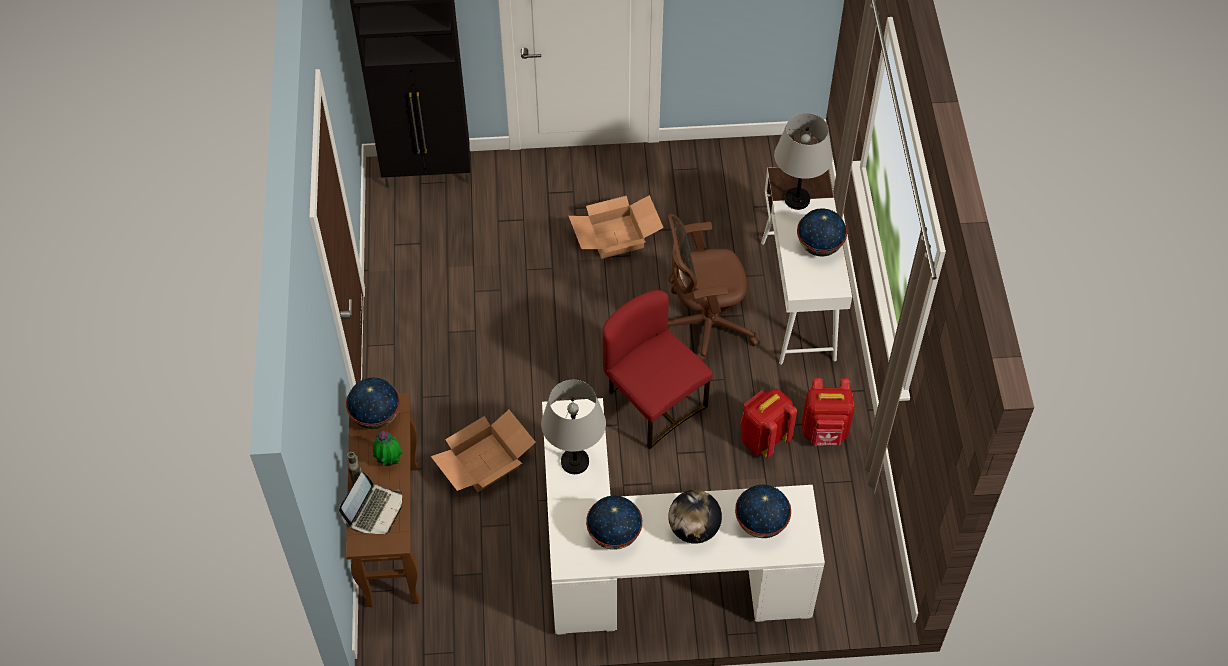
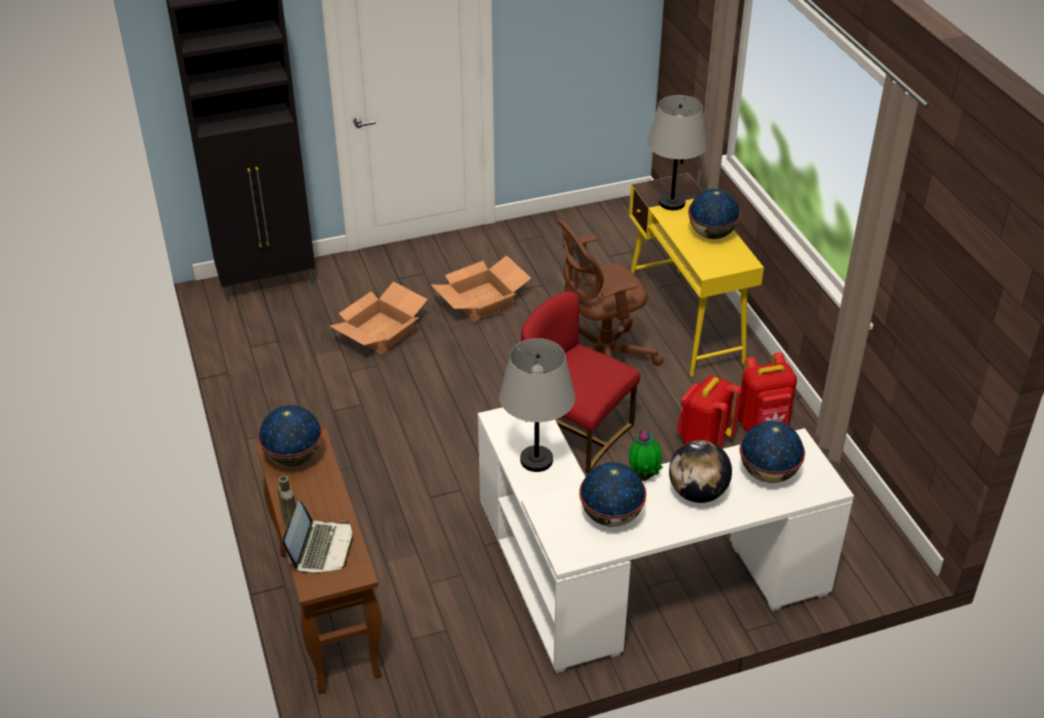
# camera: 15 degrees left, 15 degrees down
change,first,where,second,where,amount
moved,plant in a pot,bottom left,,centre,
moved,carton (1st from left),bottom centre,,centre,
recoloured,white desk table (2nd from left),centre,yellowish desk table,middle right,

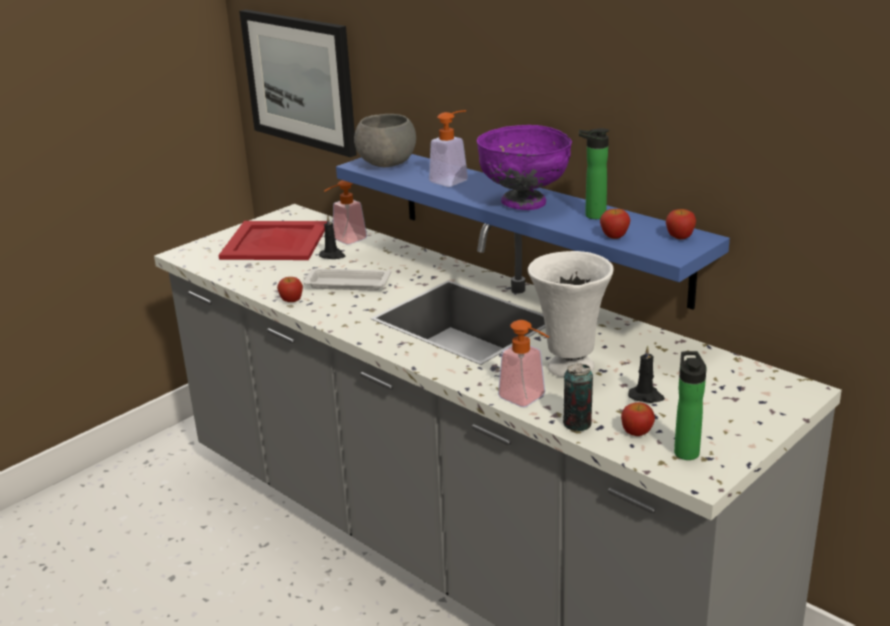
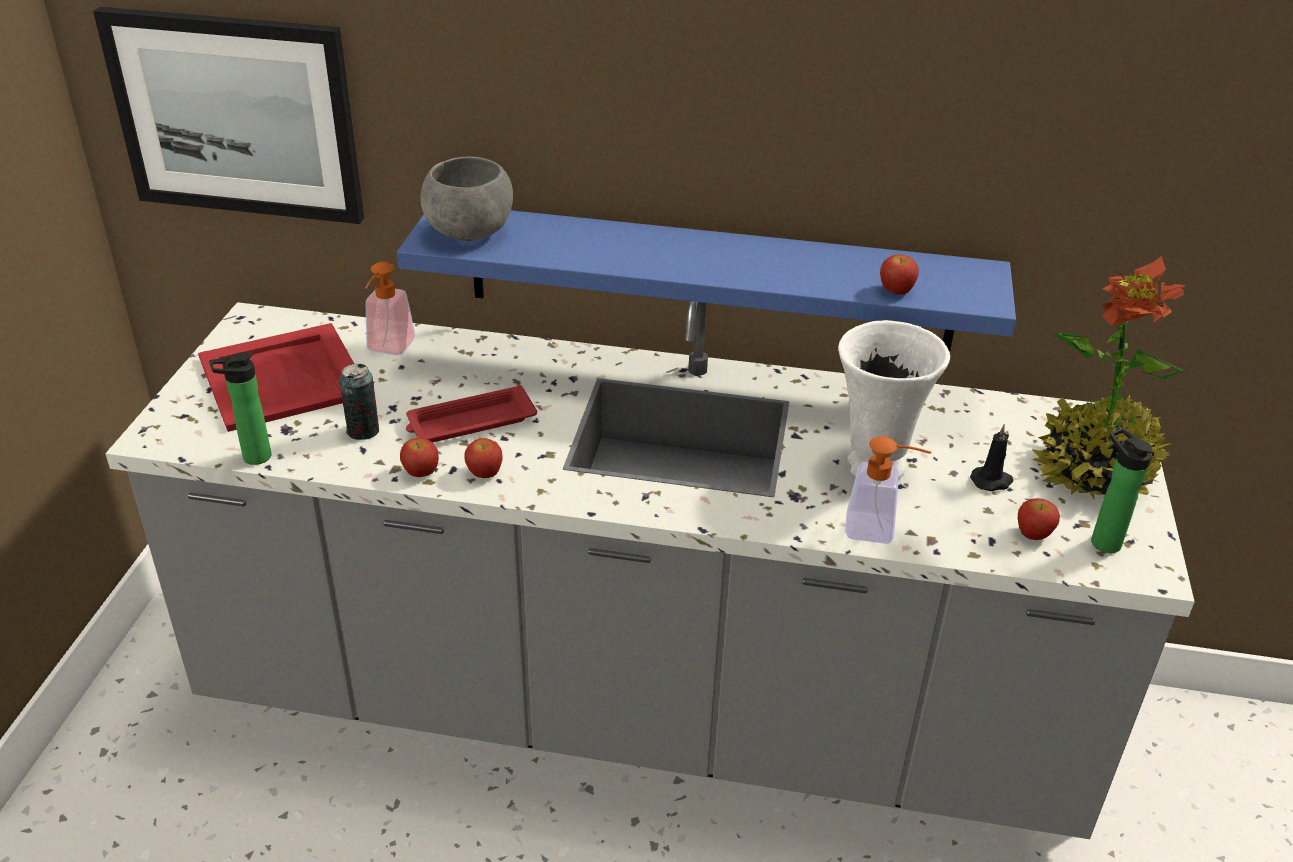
# camera: 35 degrees left, 10 degrees up
change,first,where,second,where,amount
removed,black-coloured wax candle (1st from left),centre,,,
removed,liquid soap bottle (2nd from left),top centre,,,
removed,purplish deep dish,top centre,,,
added,,,plant in a pot,middle right,
moved,sealed can,centre,,middle left,
moved,beverage bottle (1st from left),top right,,middle left,
moved,whole apple (4th from left in the first image),middle right,whole apple (2nd from left),centre,
recoloured,white serving tray,centre,red serving tray (2nd from left),centre,

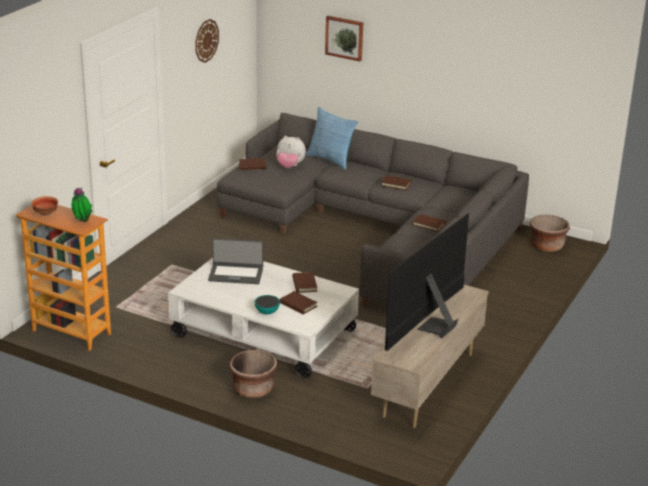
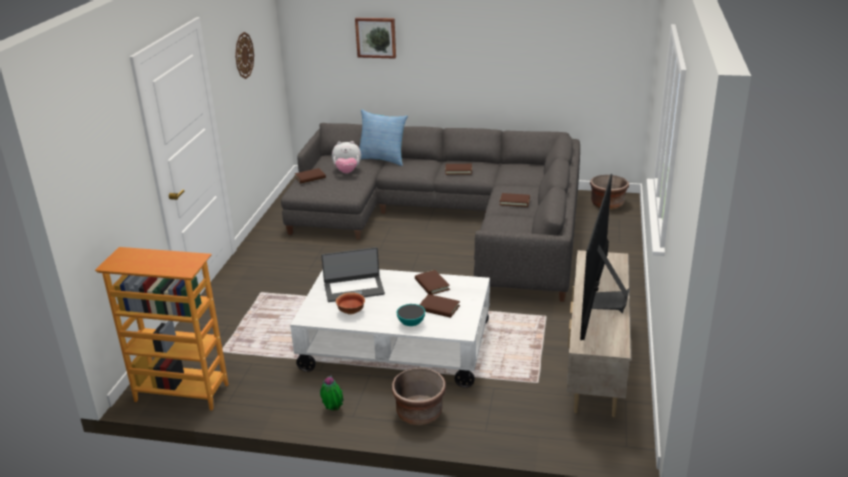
# camera: 15 degrees left, 0 degrees up
change,first,where,second,where,amount
moved,deep dish (1st from left),middle left,,centre,
moved,plant in a pot,middle left,,bottom centre,

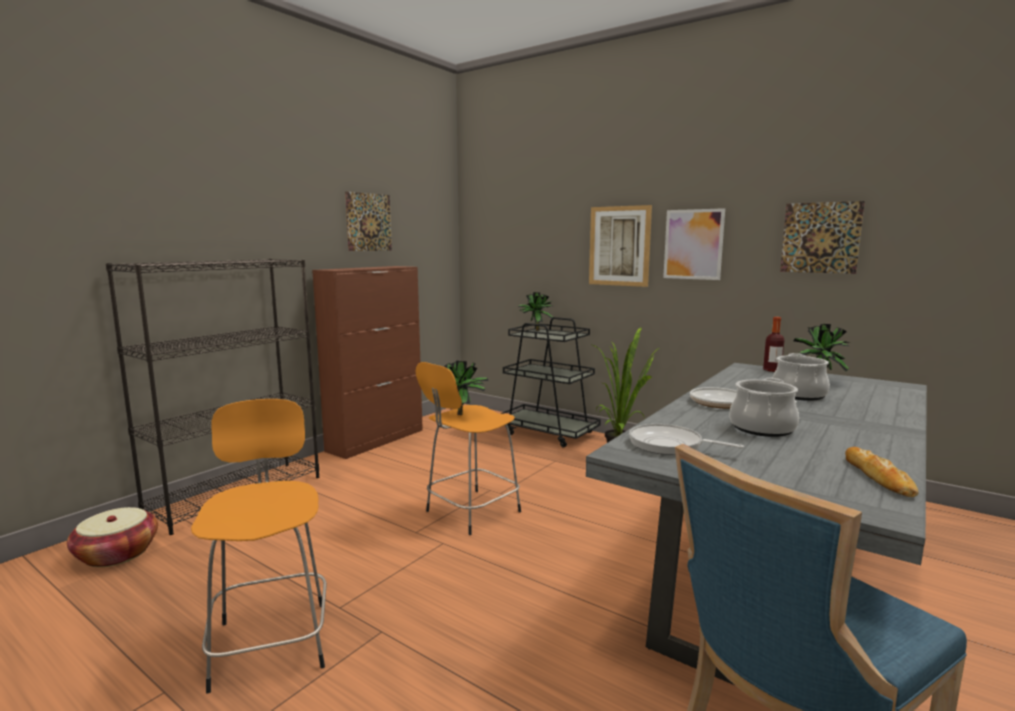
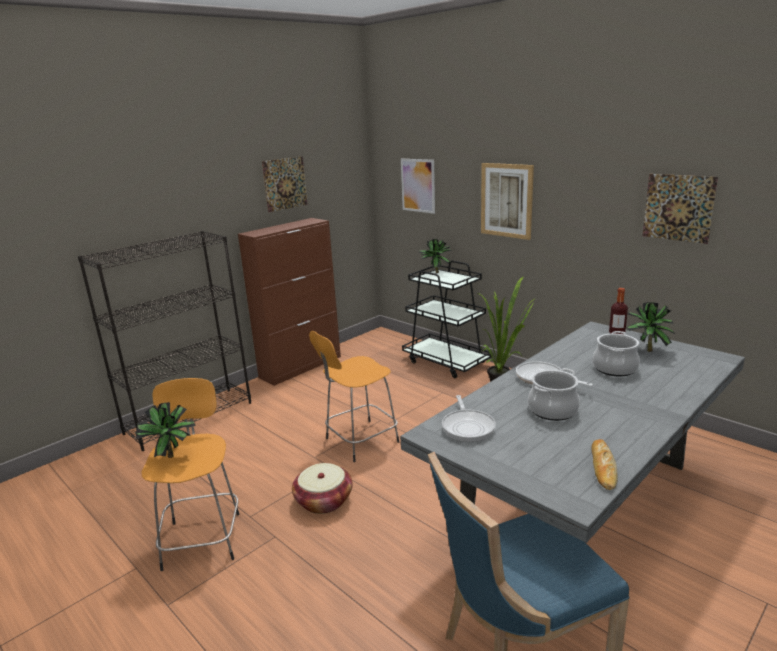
# camera: 10 degrees right, 10 degrees up
change,first,where,second,where,amount
moved,household basket,bottom left,,bottom centre,
moved,plant in a pot (1st from left),centre,,middle left,
moved,picture (3rd from left in the first image),middle right,picture (2nd from left),top centre,
turned,frying pan (1st from left),middle right,,centre,135 degrees counterclockwise

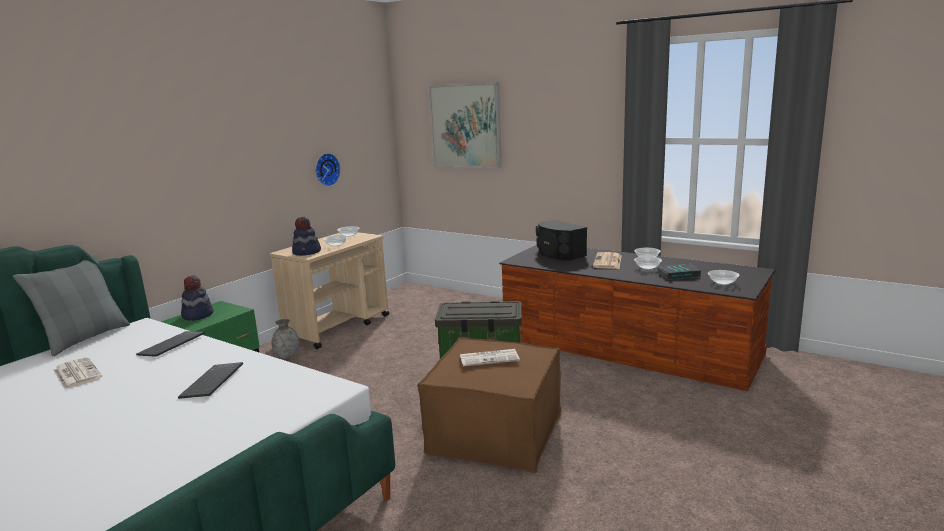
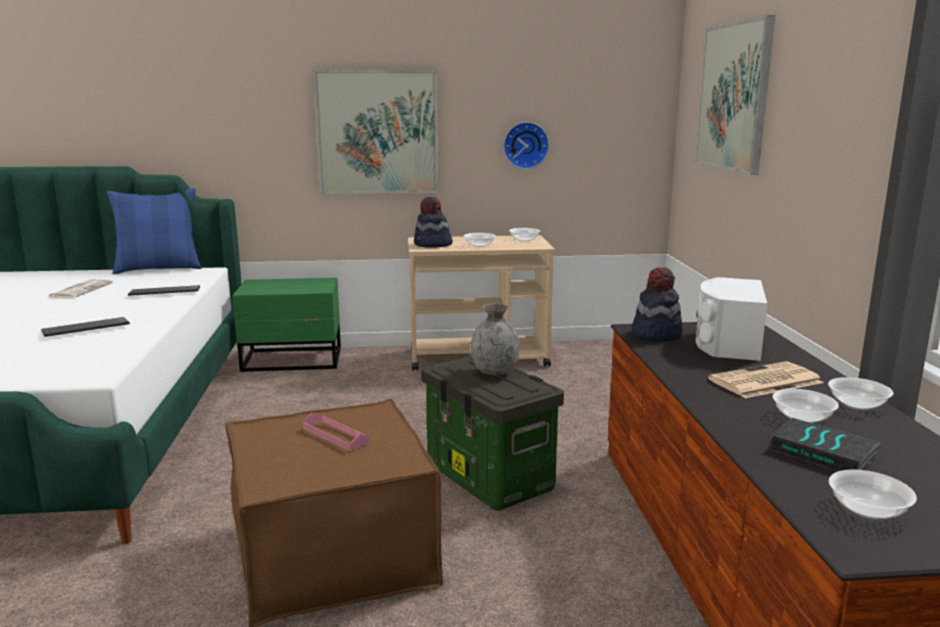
# camera: 50 degrees right, 0 degrees up
change,first,where,second,where,amount
added,,,picture (1st from left),top centre,
moved,wearable hat (1st from left in the first image),middle left,wearable hat (2nd from left),middle right,
moved,greyish flower vase,middle left,,centre,
replaced,newspaper (2nd from left),bottom centre,pink-coloured serving tray,bottom centre,
recoloured,greyish pillow,middle left,blue-coloured pillow,middle left,
recoloured,black-coloured loudspeaker,centre,white loudspeaker,middle right,

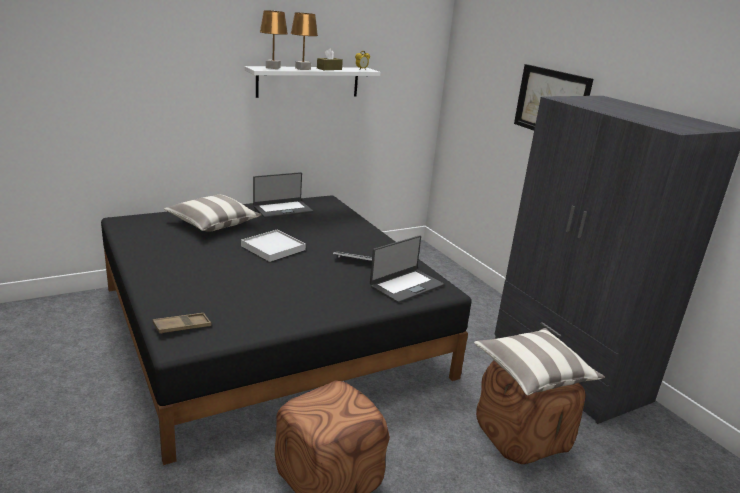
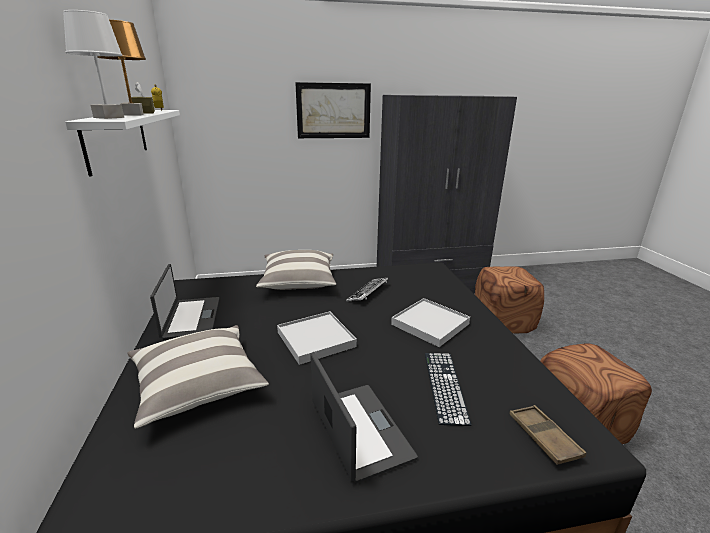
# camera: 70 degrees left, 0 degrees up
change,first,where,second,where,amount
added,,,white serving tray (2nd from left),centre,
added,,,PC keyboard (2nd from left),bottom centre,
moved,notebook computer (2nd from left),centre,,bottom centre,
moved,pillow (2nd from left),bottom right,,centre,
recoloured,brownish table lamp (1st from left),top centre,white table lamp,top left,

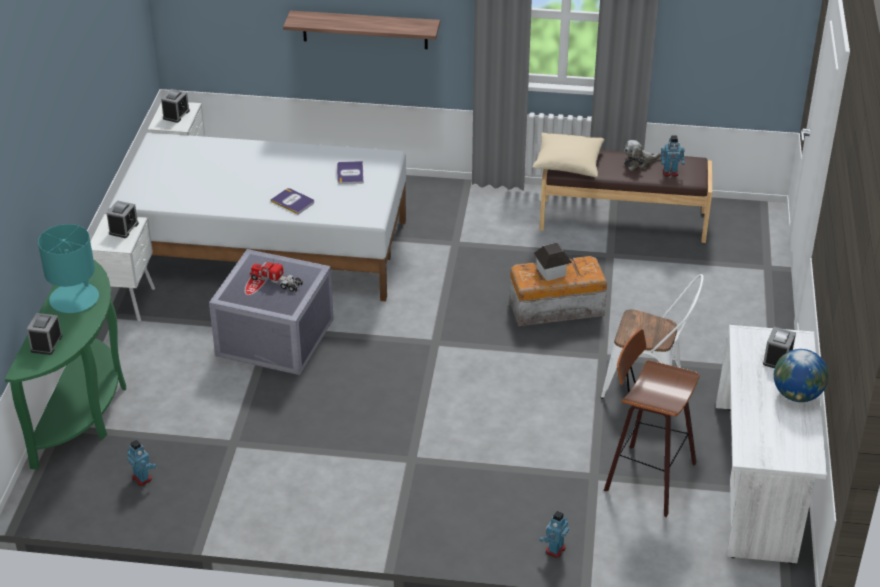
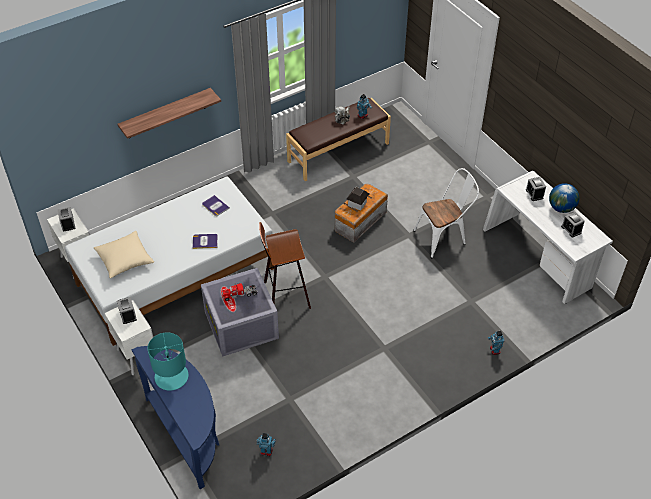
# camera: 40 degrees left, 10 degrees up
change,first,where,second,where,amount
moved,bedside clock (1st from left in the first image),middle left,bedside clock (4th from left),middle right,
moved,beige-coloured pillow,top centre,,middle left,
moved,stool seat,bottom right,,centre,
recoloured,greenish narrow table,middle left,blue-coloured narrow table,bottom left,

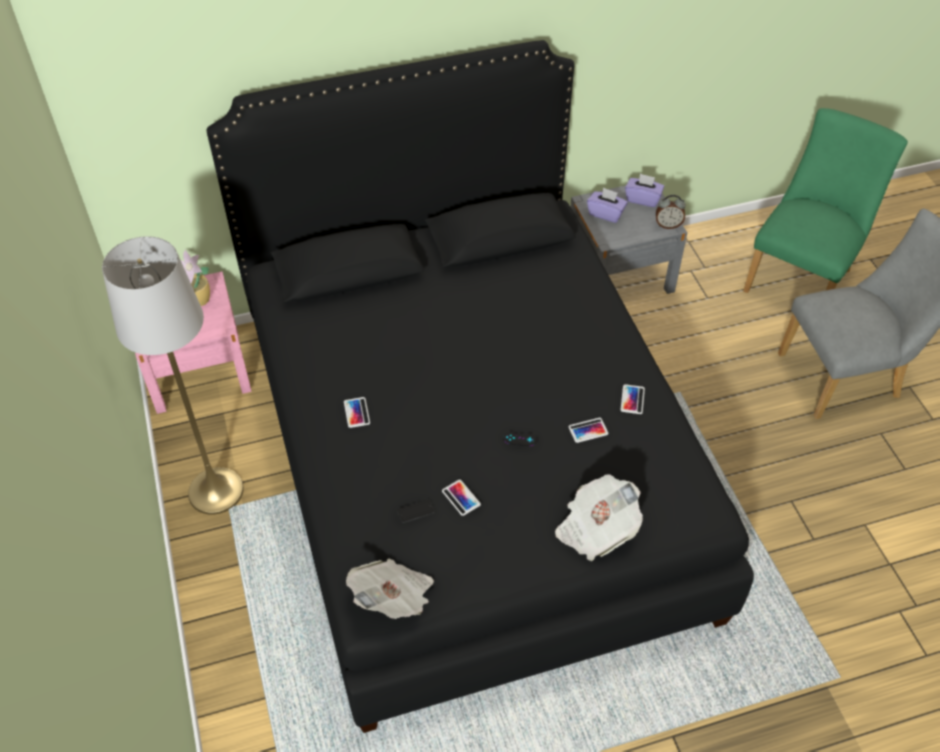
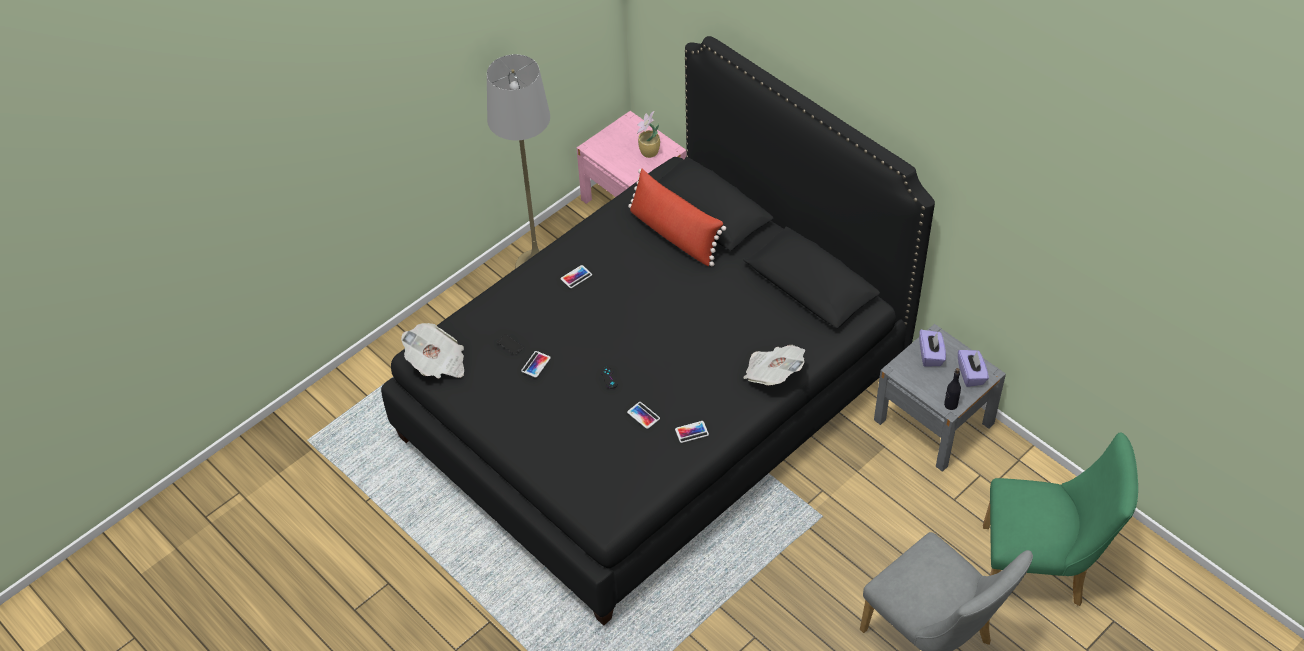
# camera: 65 degrees right, 0 degrees up
change,first,where,second,where,amount
added,,,red pillow,centre,
moved,newspaper (2nd from left),bottom centre,,centre,
replaced,bedside clock,top right,black-coloured beverage bottle,middle right,

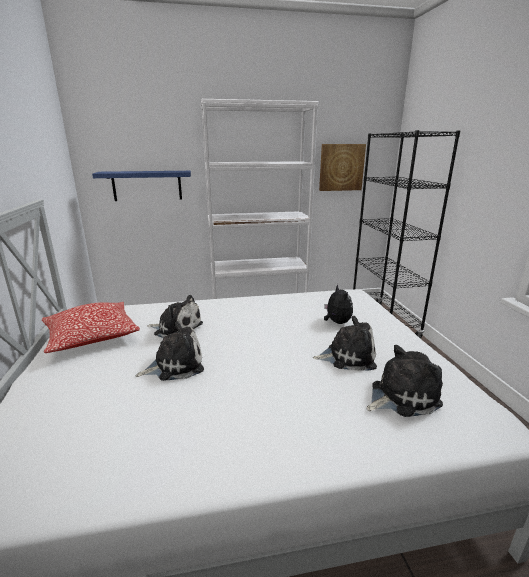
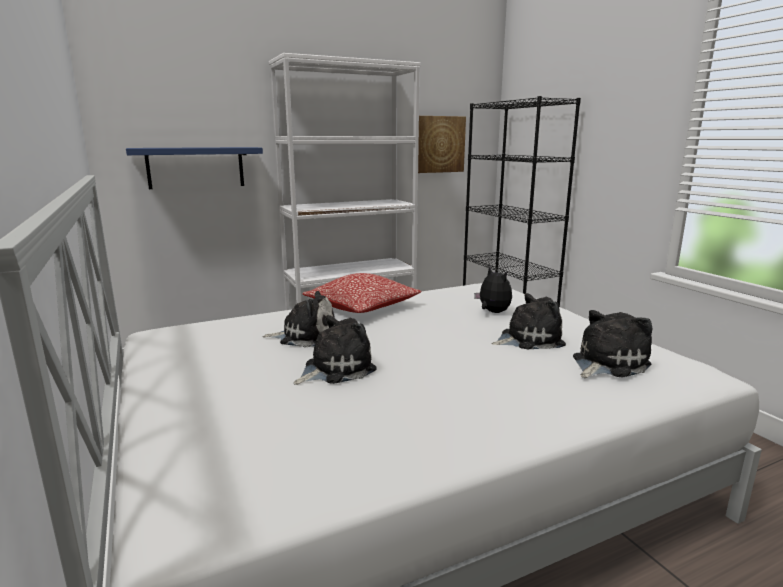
# camera: 15 degrees left, 5 degrees down
change,first,where,second,where,amount
moved,pillow,middle left,,centre,

